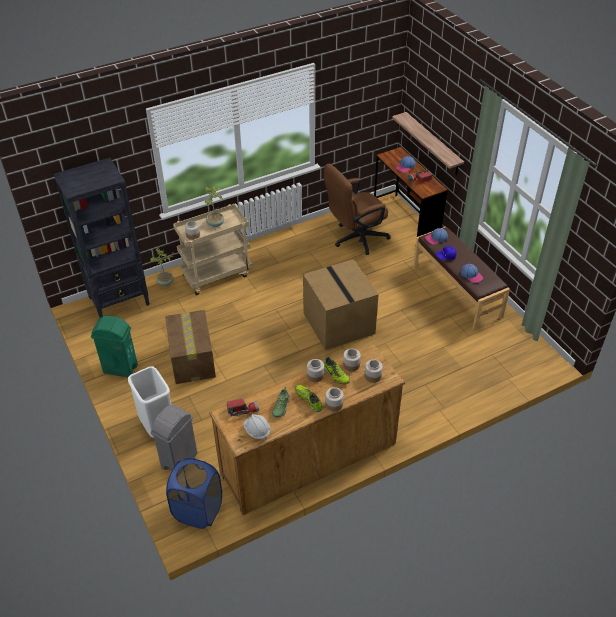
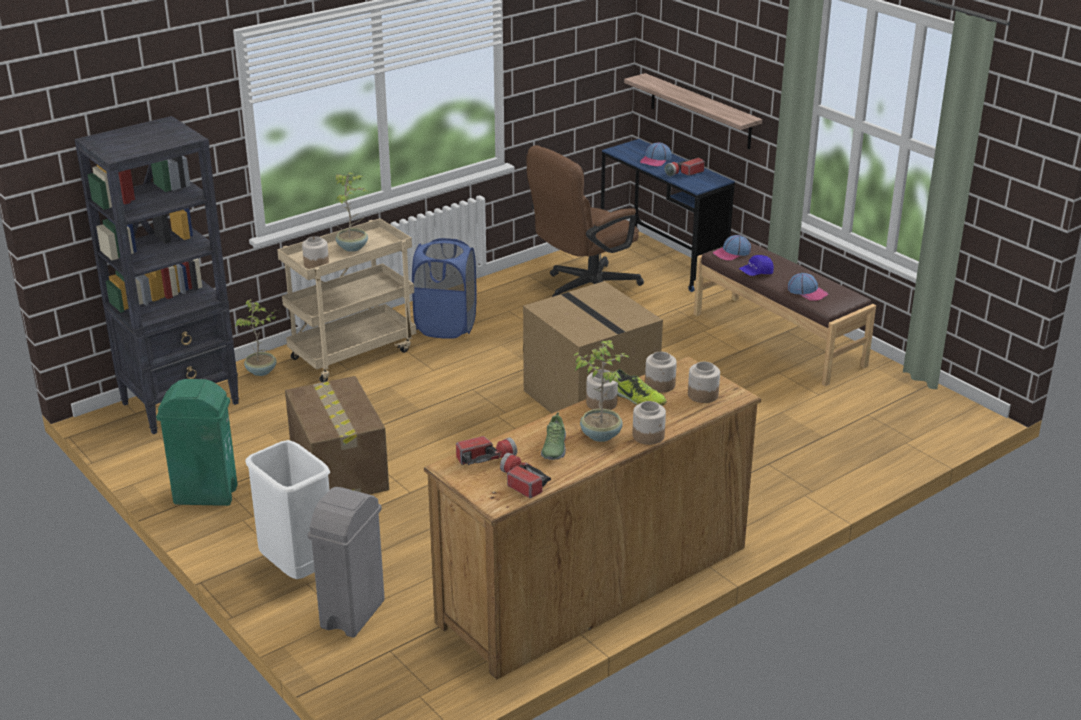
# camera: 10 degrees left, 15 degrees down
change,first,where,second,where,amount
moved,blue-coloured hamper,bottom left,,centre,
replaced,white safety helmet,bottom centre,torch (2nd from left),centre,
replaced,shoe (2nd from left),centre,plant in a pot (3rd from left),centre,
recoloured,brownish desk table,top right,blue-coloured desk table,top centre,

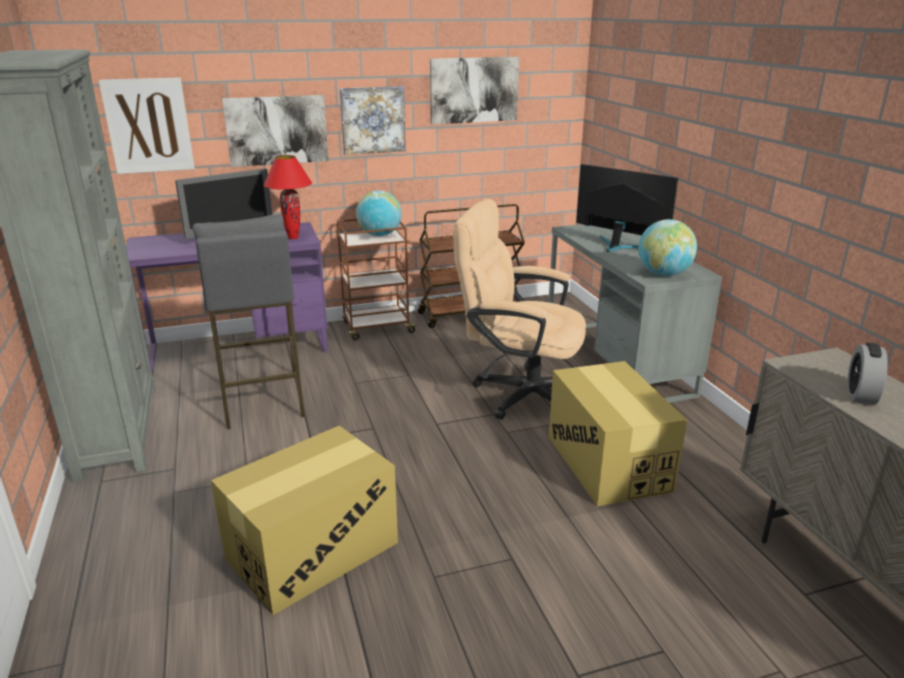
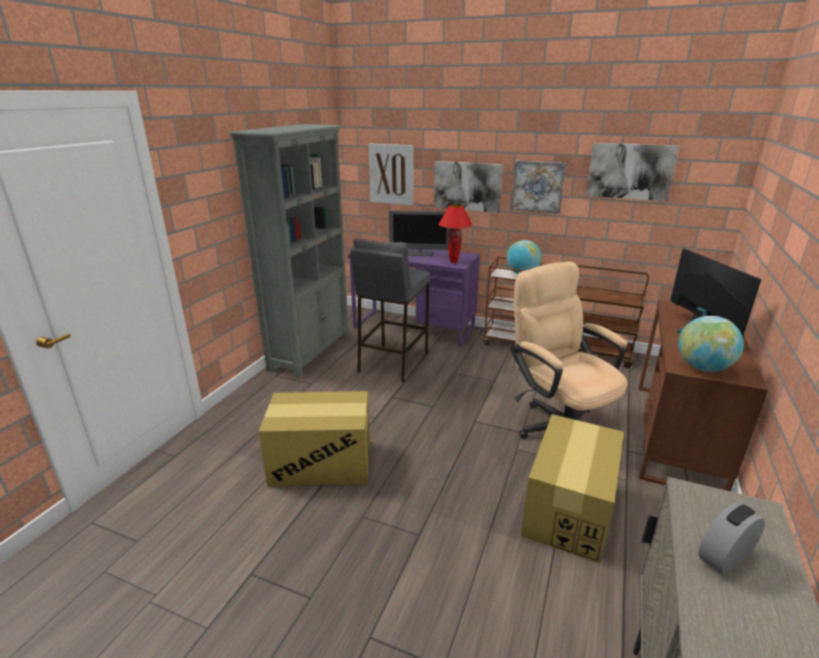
# camera: 40 degrees right, 0 degrees up
change,first,where,second,where,amount
recoloured,greyish desk table,middle right,brownish desk table,middle right,

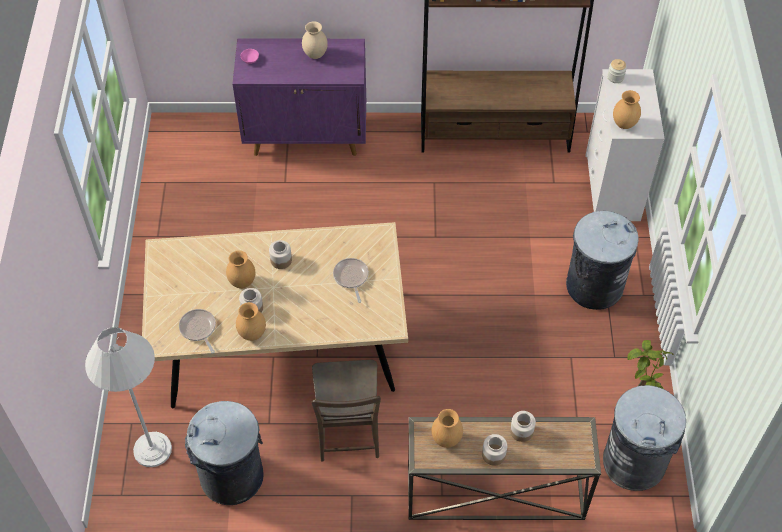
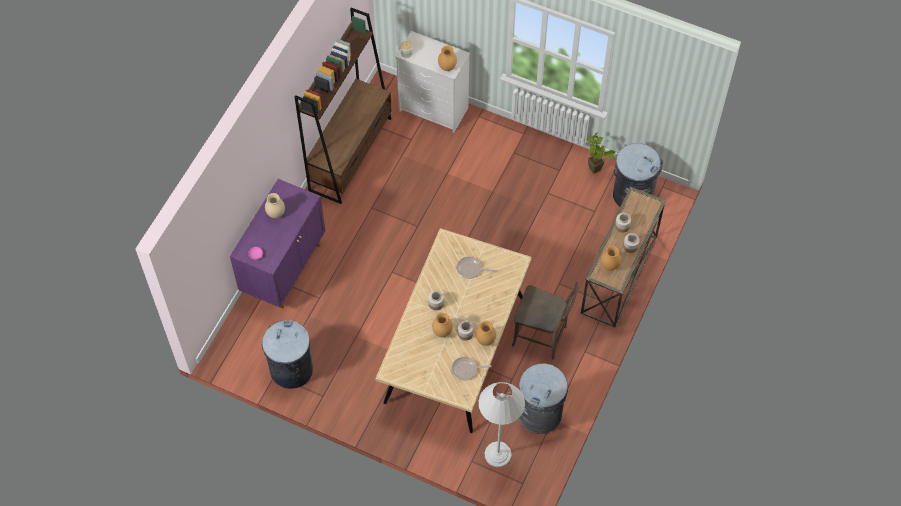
# camera: 65 degrees left, 5 degrees up
change,first,where,second,where,amount
moved,greyish rubbish bin (2nd from left in the first image),middle right,greyish rubbish bin (1st from left),bottom left,

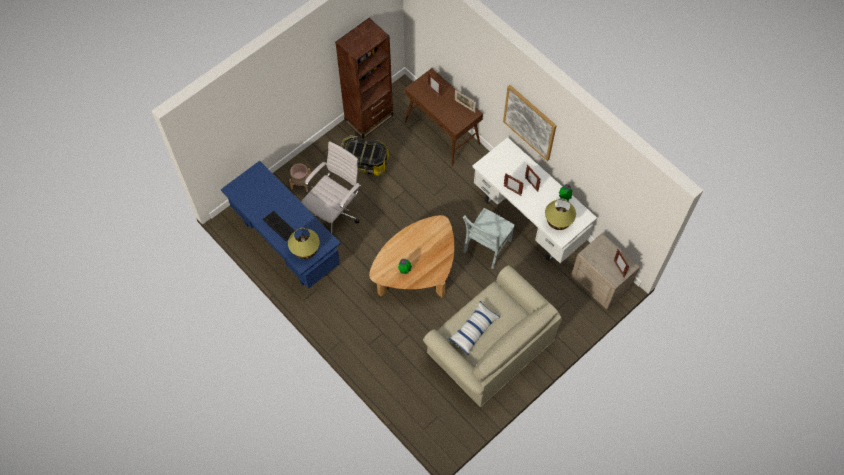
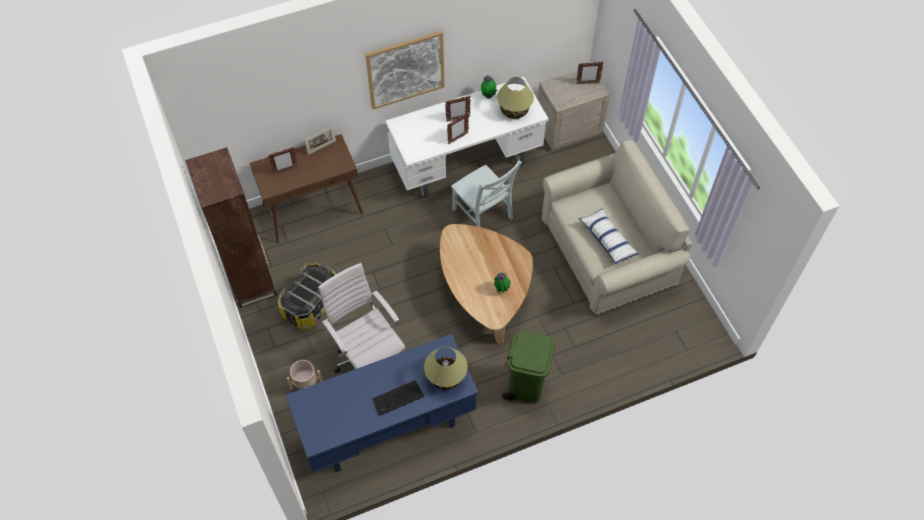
# camera: 70 degrees left, 5 degrees down
change,first,where,second,where,amount
added,,,greenish rubbish bin,bottom centre,

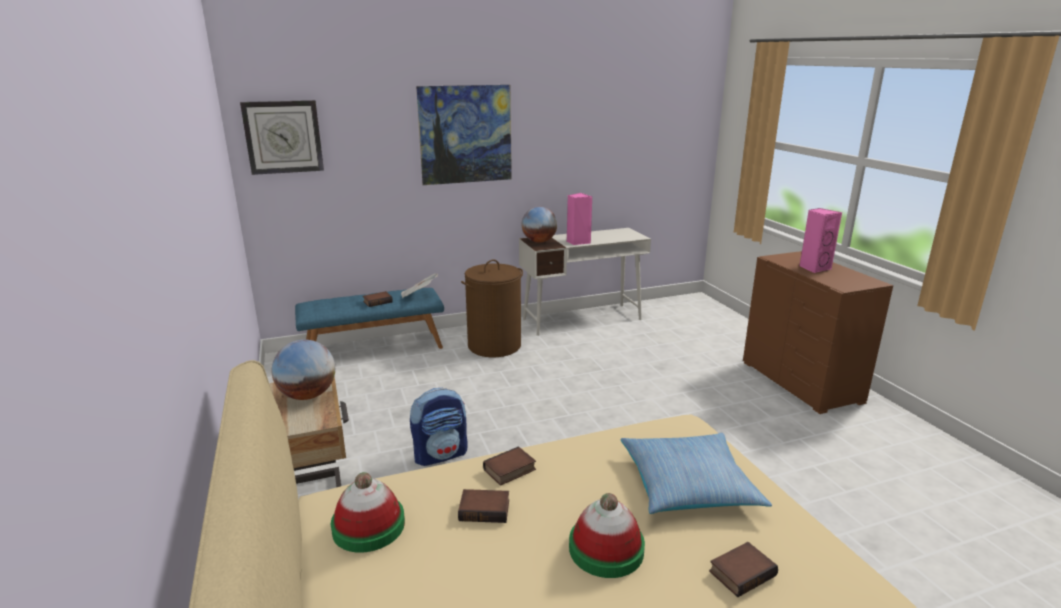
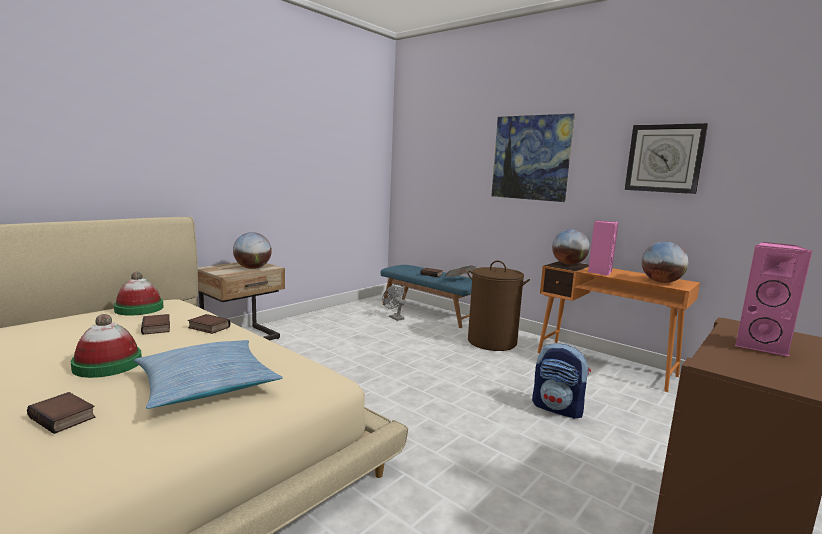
# camera: 60 degrees right, 10 degrees down
change,first,where,second,where,amount
added,,,greyish electric fan,centre,
added,,,world globe (3rd from left),middle right,
moved,wall clock,top left,,top right,
moved,backpack,bottom centre,,bottom right,
recoloured,white desk table,centre,orange desk table,middle right,

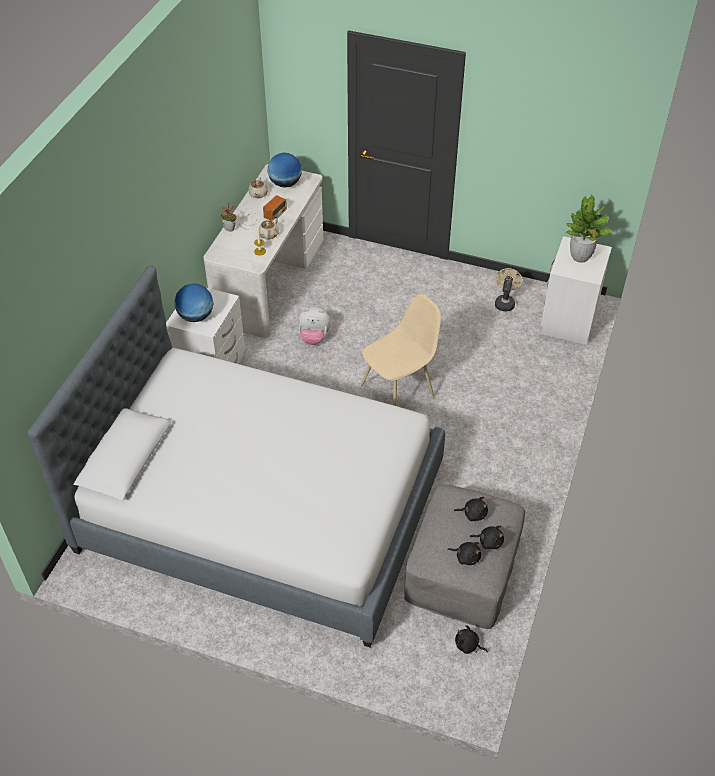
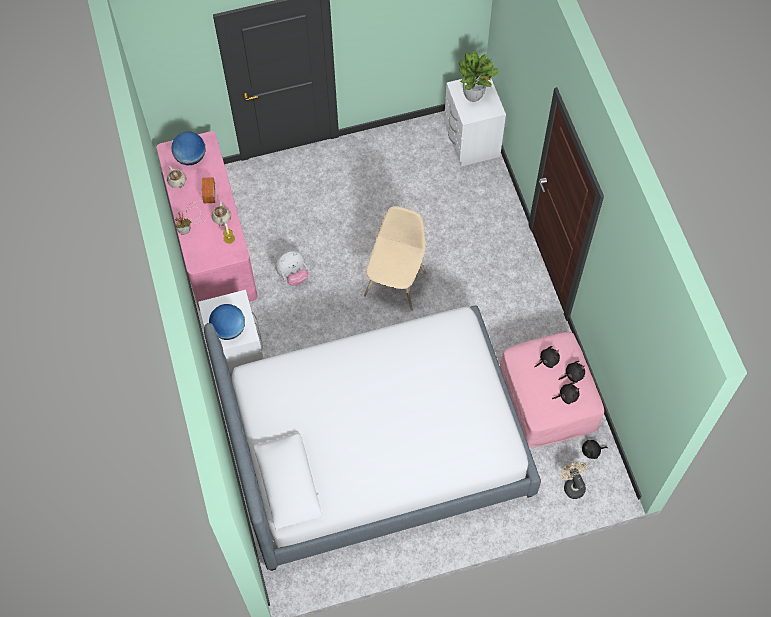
# camera: 35 degrees left, 15 degrees up
change,first,where,second,where,amount
moved,beige-coloured electric fan,middle right,,bottom right,
recoloured,white desk table,top centre,pink-coloured desk table,middle left,
recoloured,greyish pouffe,bottom centre,pink-coloured pouffe,middle right,

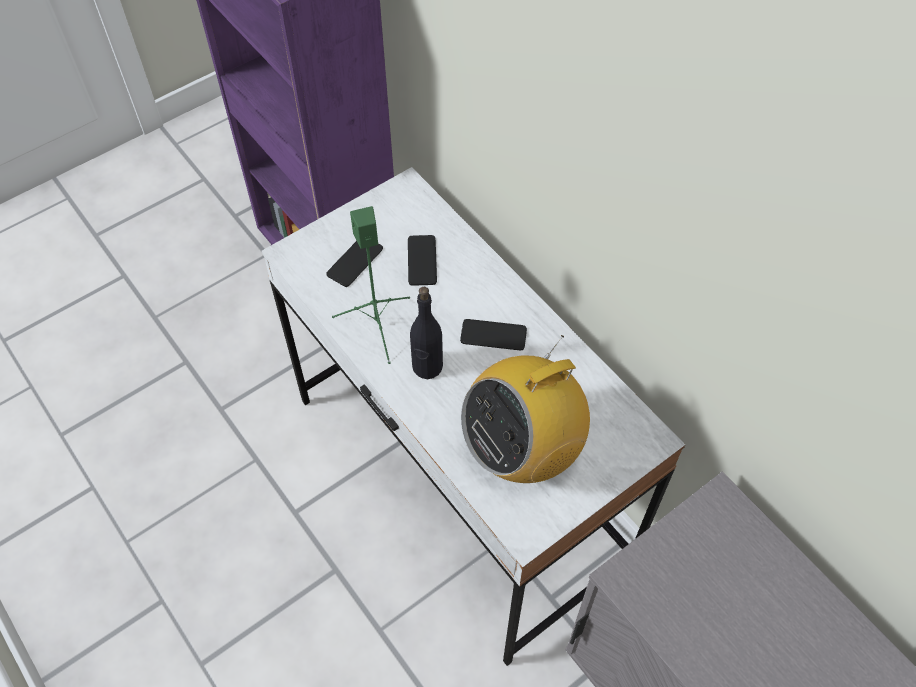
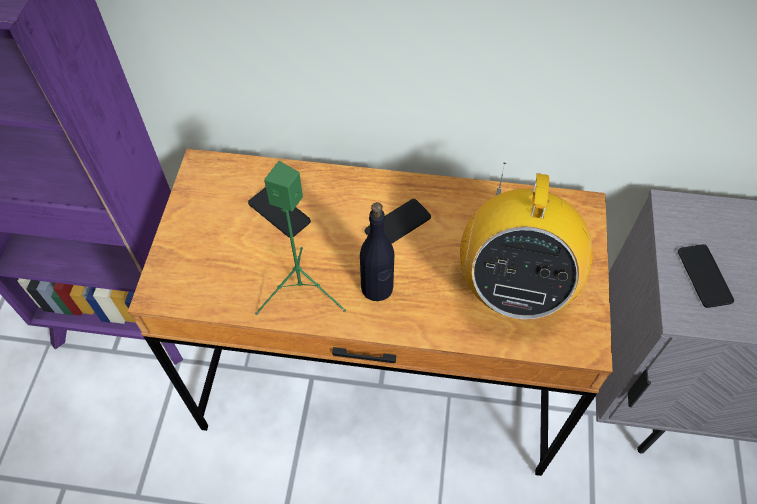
# camera: 45 degrees left, 0 degrees up
change,first,where,second,where,amount
moved,handset (1st from left in the first image),centre,handset (3rd from left),middle right,
recoloured,white desk table,centre,brownish desk table,centre,

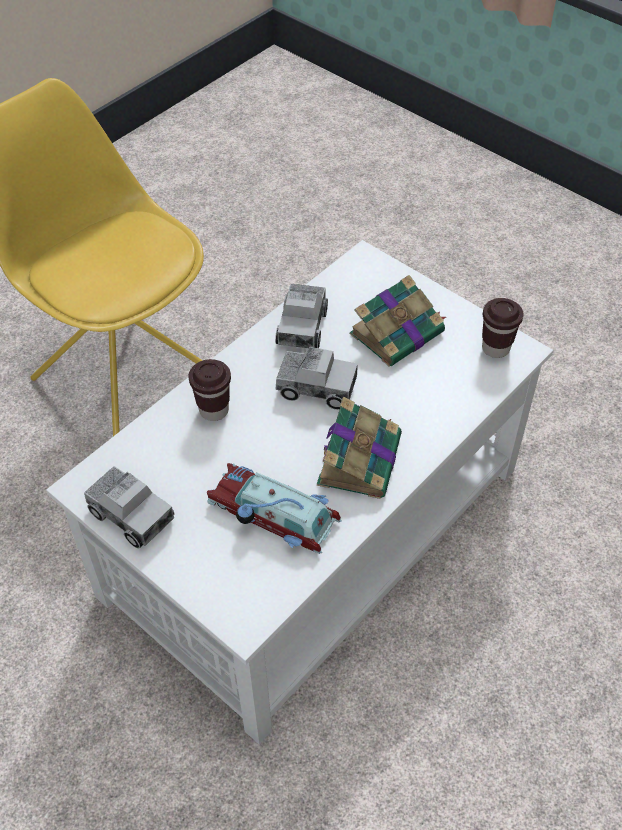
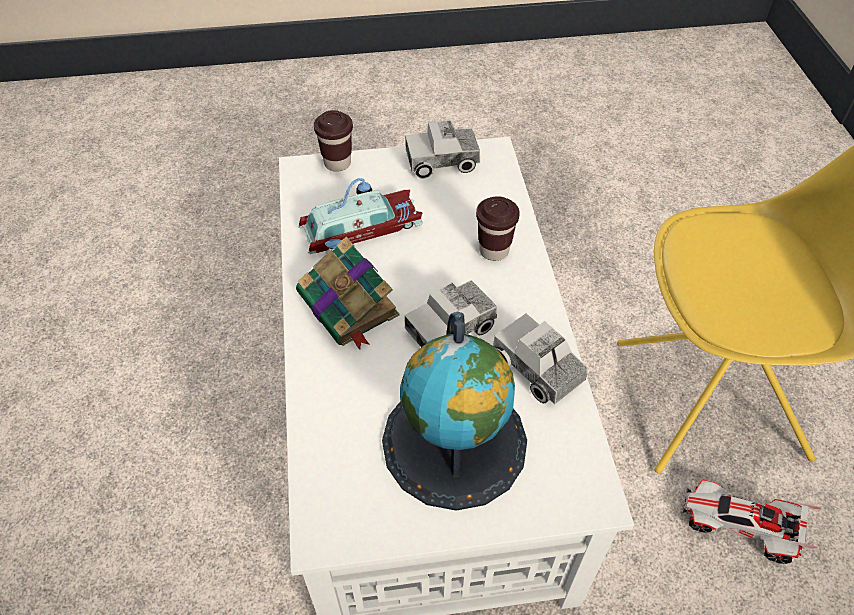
# camera: 130 degrees right, 0 degrees up
change,first,where,second,where,amount
added,,,miniature car (2nd from left),bottom right,
moved,brownish small cup (2nd from left in the first image),middle right,brownish small cup (1st from left),top centre,
replaced,bound book (2nd from left),centre,world globe,bottom centre,

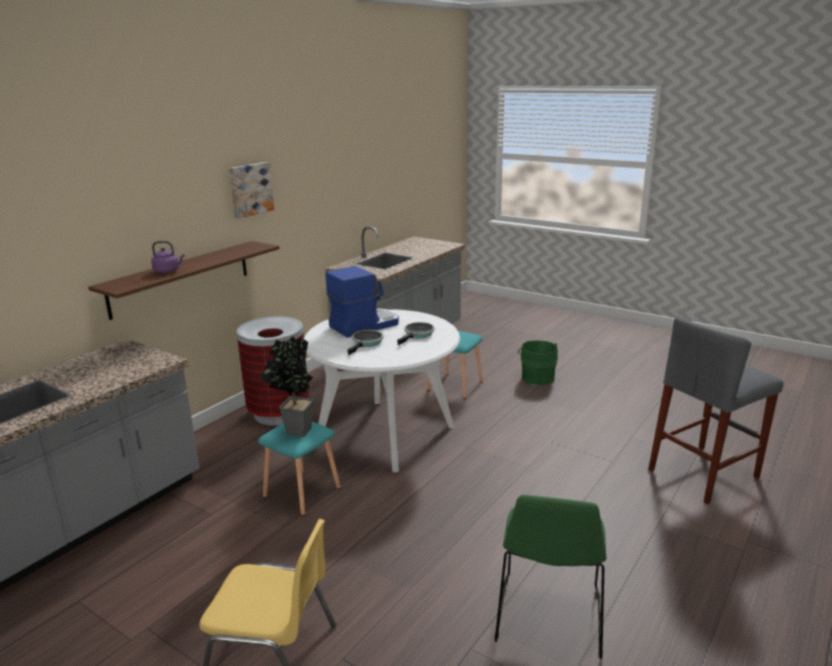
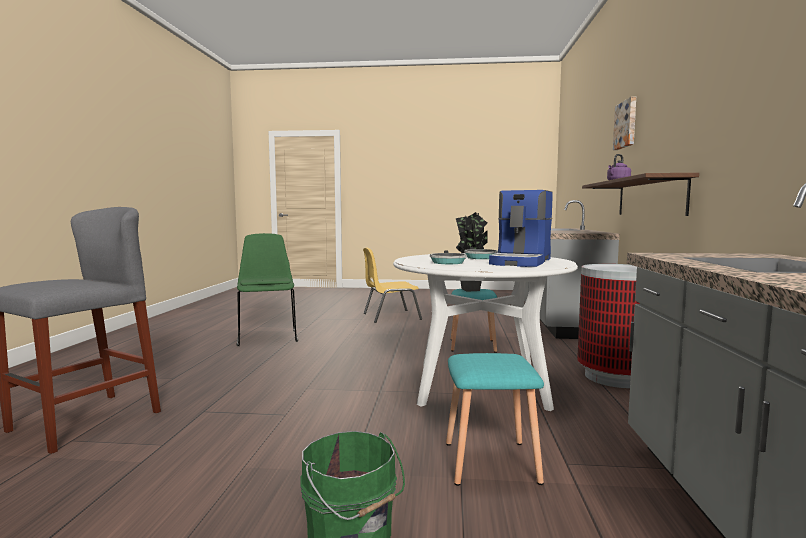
# camera: 150 degrees right, 15 degrees down
change,first,where,second,where,amount
moved,picture,top left,,top right,

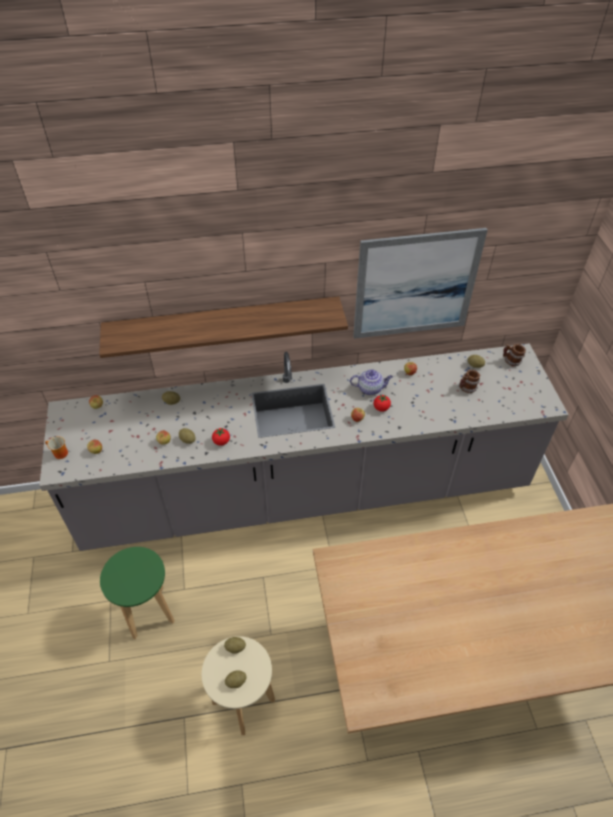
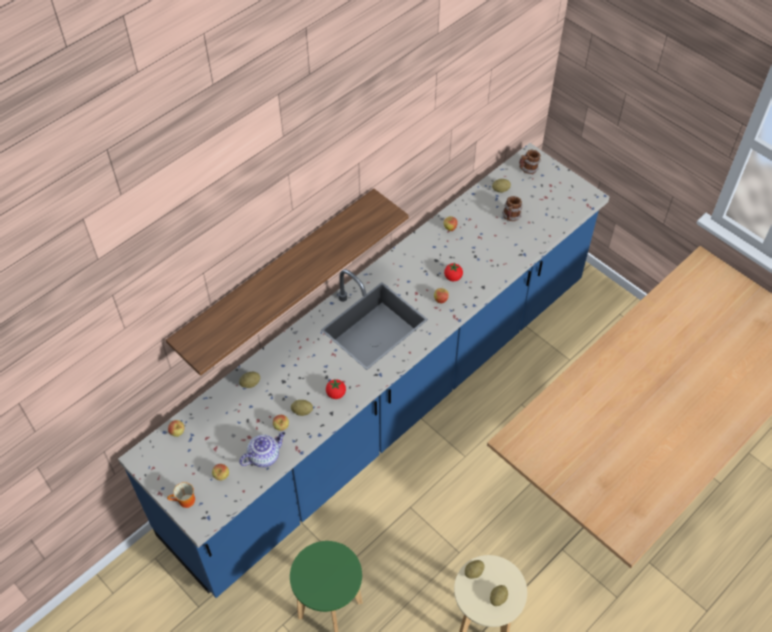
# camera: 35 degrees left, 5 degrees up
change,first,where,second,where,amount
removed,picture,middle right,,,
moved,pot for tea,centre,,bottom centre,
recoloured,greyish counter,centre,blue-coloured counter,centre,

